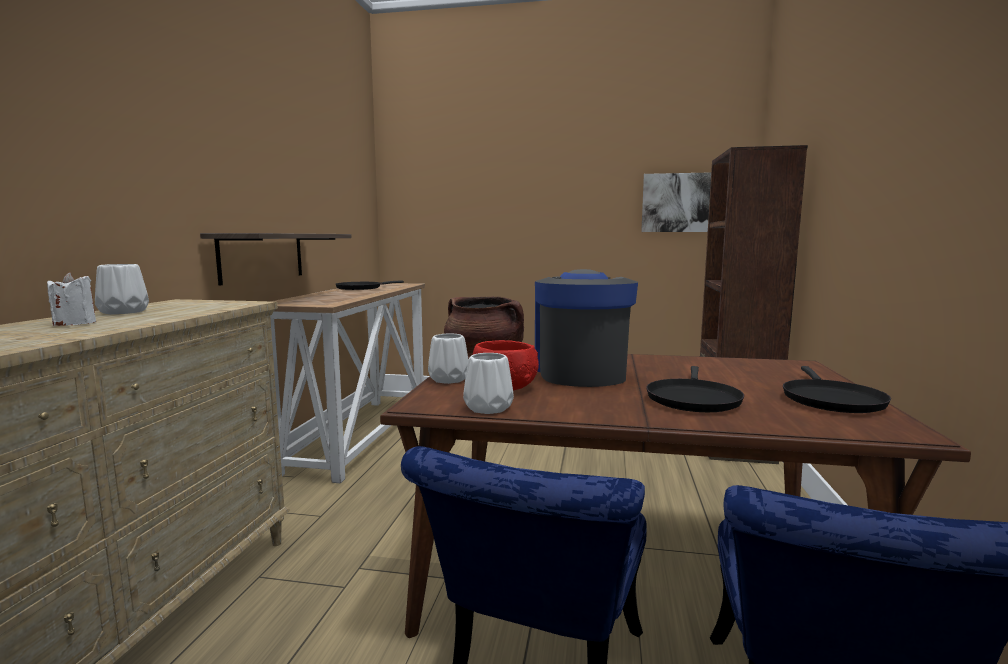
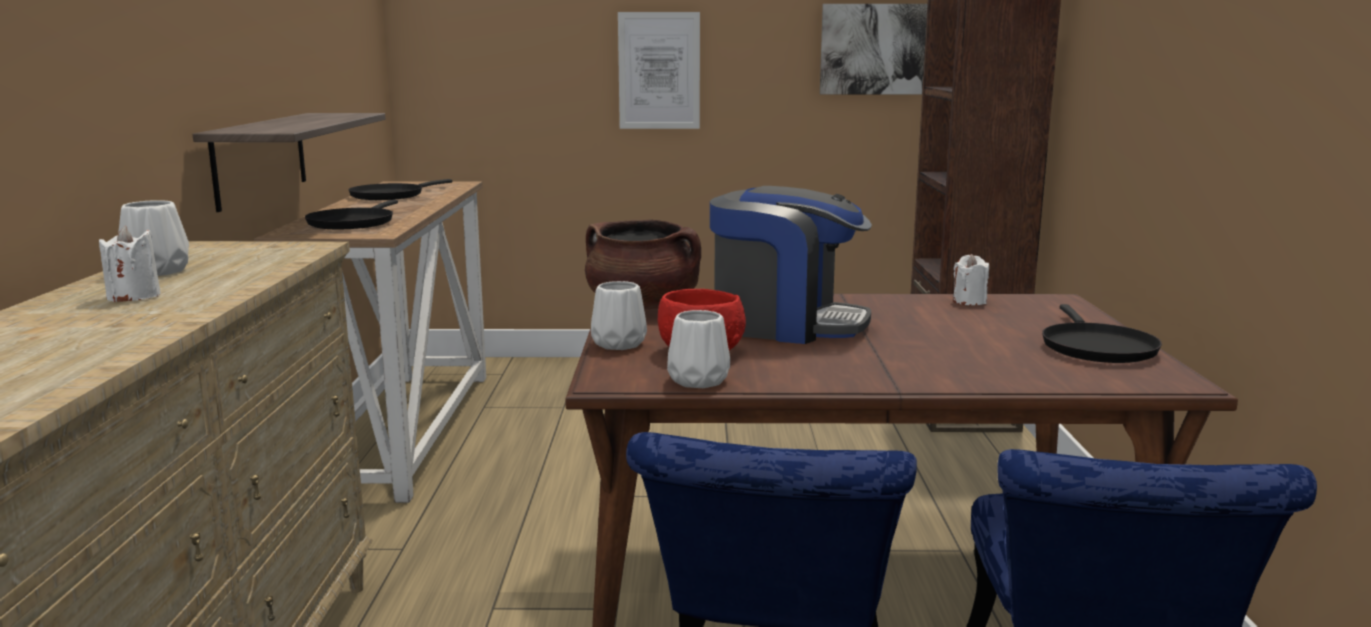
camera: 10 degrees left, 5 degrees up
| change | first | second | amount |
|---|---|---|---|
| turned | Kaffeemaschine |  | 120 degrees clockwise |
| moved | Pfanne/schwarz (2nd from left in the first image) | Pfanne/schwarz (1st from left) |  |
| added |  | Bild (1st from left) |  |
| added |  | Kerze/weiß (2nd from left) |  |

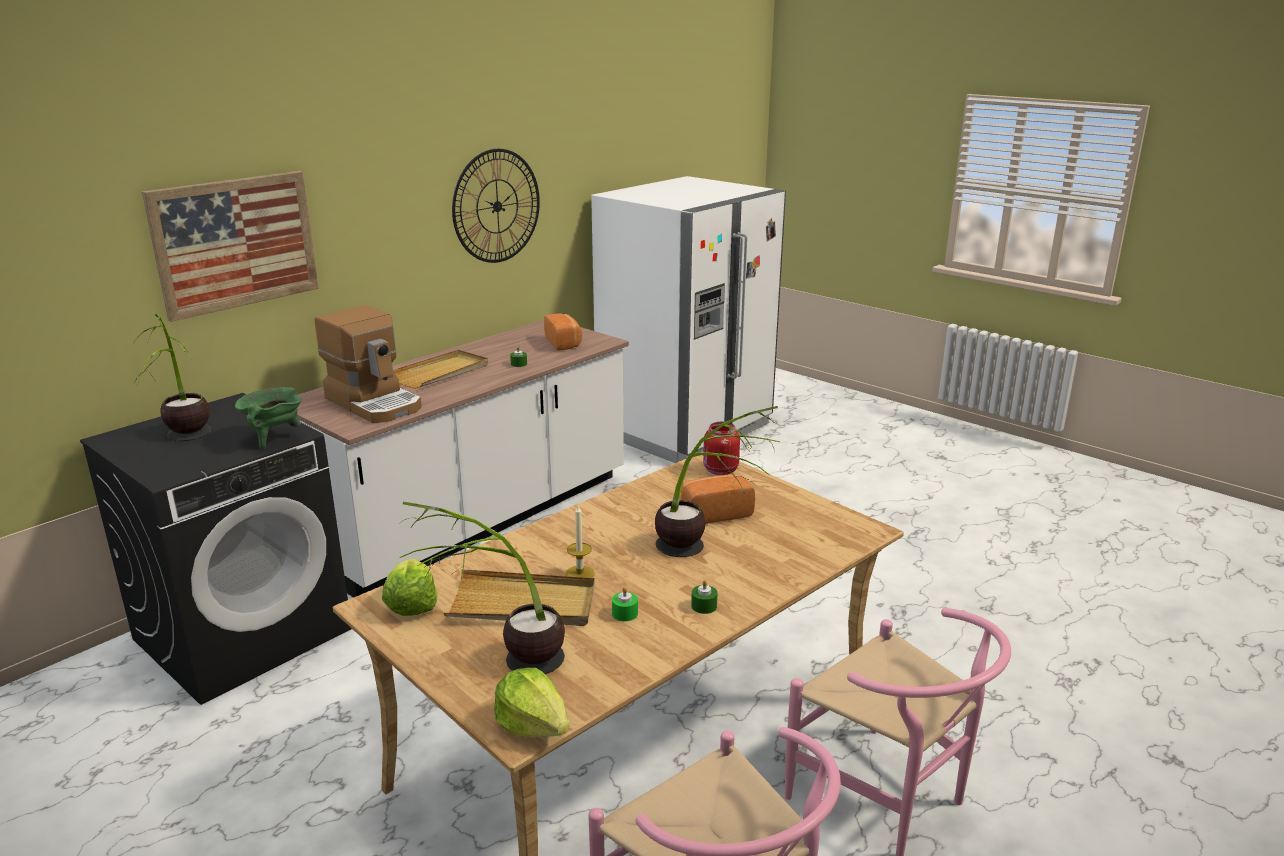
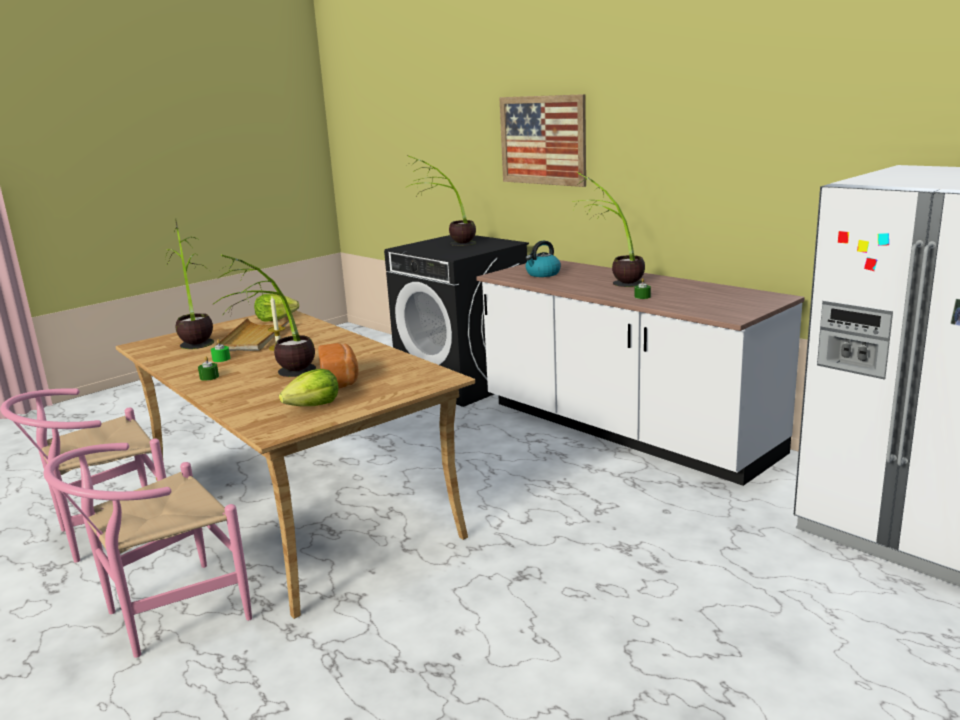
camera: 95 degrees right, 5 degrees down
| change | first | second | amount |
|---|---|---|---|
| removed | Kochtopf/grün |  |  |
| replaced | Kaffeemaschine | Wasserkessel |  |
| replaced | Tablett/beige (1st from left) | Topfpflanze (4th from left) |  |
| removed | Wanduhr |  |  |
| moved | Salatkopf (2nd from left) |  |  |
| removed | Brot (1st from left) |  |  |
| removed | Vorratsglas/rot |  |  |

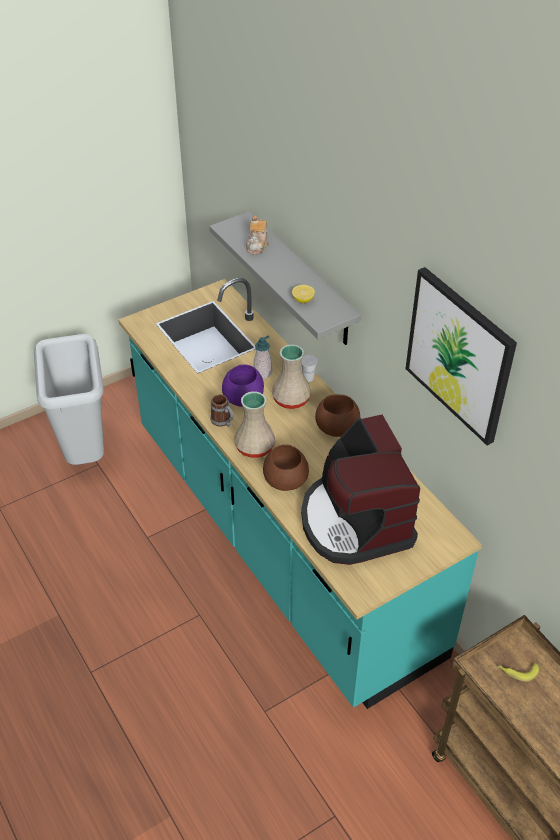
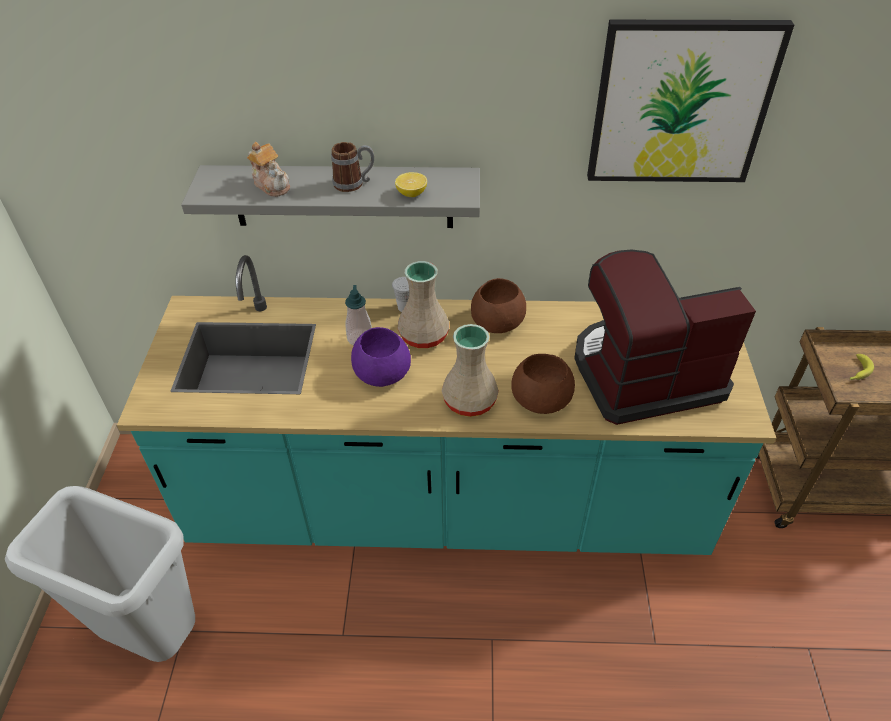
camera: 55 degrees left, 0 degrees up
| change | first | second | amount |
|---|---|---|---|
| moved | Henkelbecher |  |  |
| turned | Kaffeemaschine |  | 150 degrees clockwise |

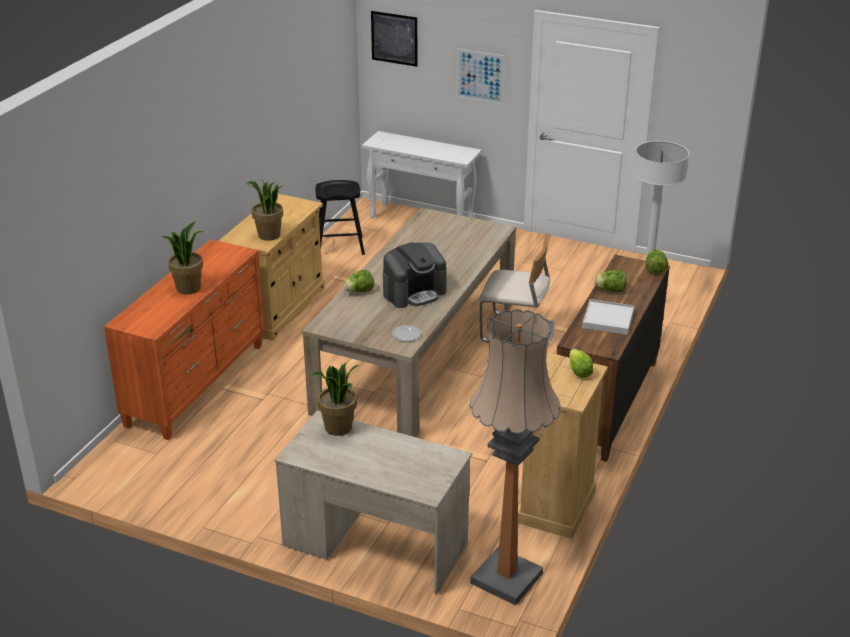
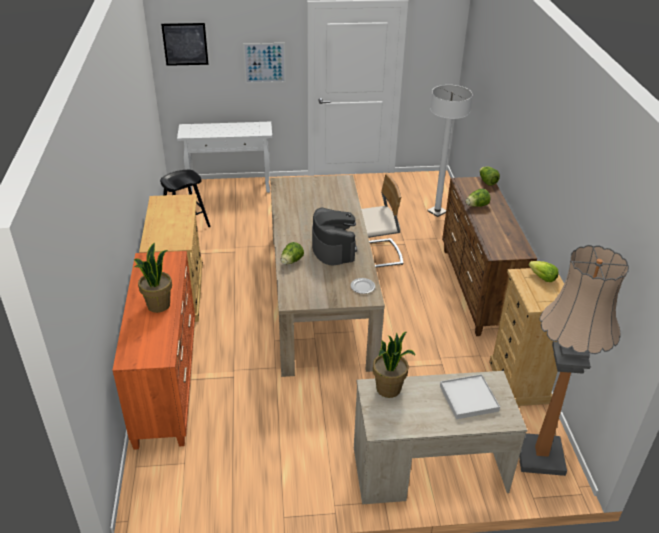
camera: 30 degrees left, 5 degrees up
| change | first | second | amount |
|---|---|---|---|
| removed | Topfpflanze (2nd from left) |  |  |
| turned | Kaffeemaschine |  | 45 degrees counterclockwise |
| moved | Tablett/weiß |  |  |

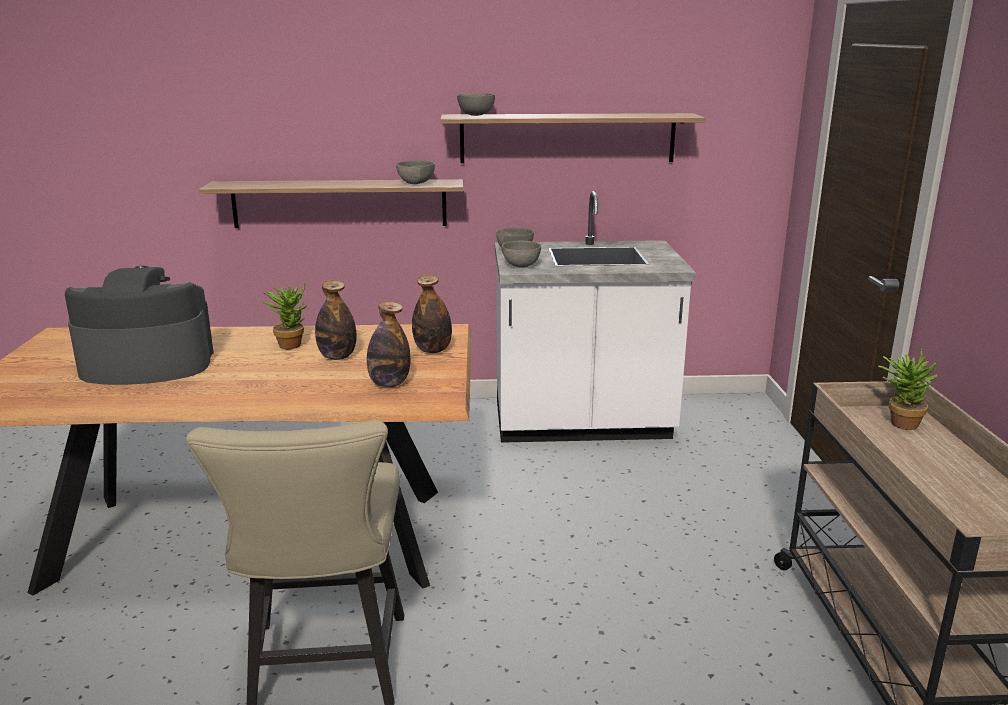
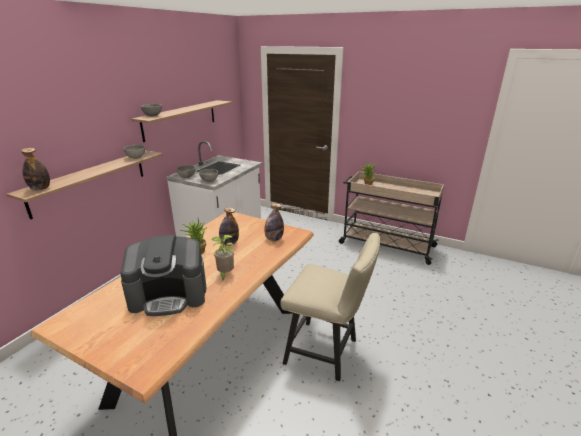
camera: 60 degrees left, 5 degrees up
| change | first | second | amount |
|---|---|---|---|
| turned | Kaffeemaschine |  | 120 degrees counterclockwise |
| moved | Flasche (3rd from left in the first image) | Flasche (1st from left) |  |
| added |  | Topfpflanze (2nd from left) |  |

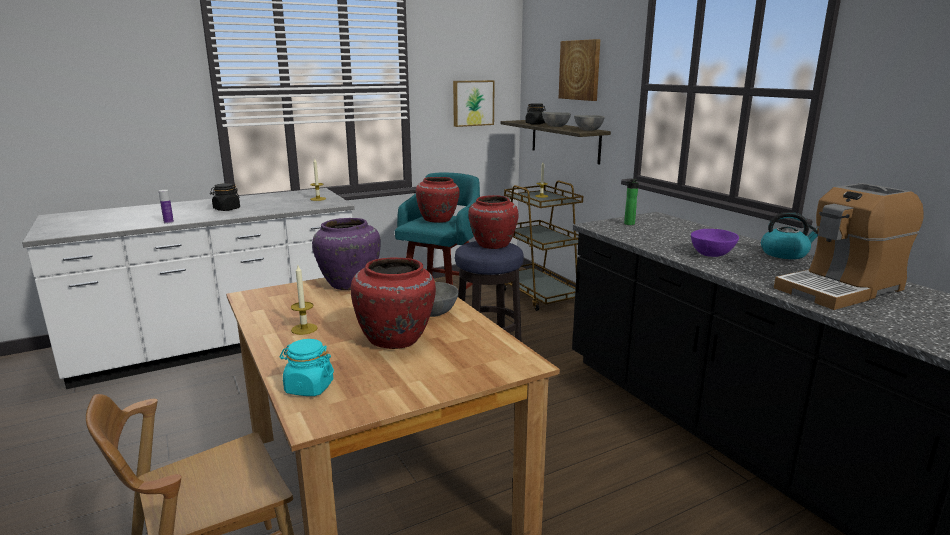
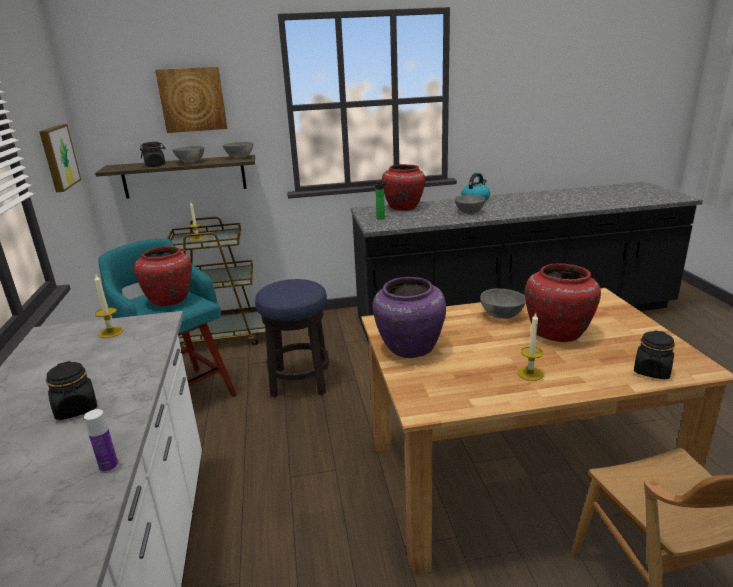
camera: 70 degrees left, 5 degrees up
| change | first | second | amount |
|---|---|---|---|
| recoloured | Vorratsglas/türkis | Vorratsglas/schwarz (3rd from left) |  |
| moved | Vase/rot (3rd from left in the first image) | Vase/rot (2nd from left) |  |
| recoloured | Schüssel/lila | Schüssel/grau (3rd from left) |  |
| removed | Kaffeemaschine |  |  |

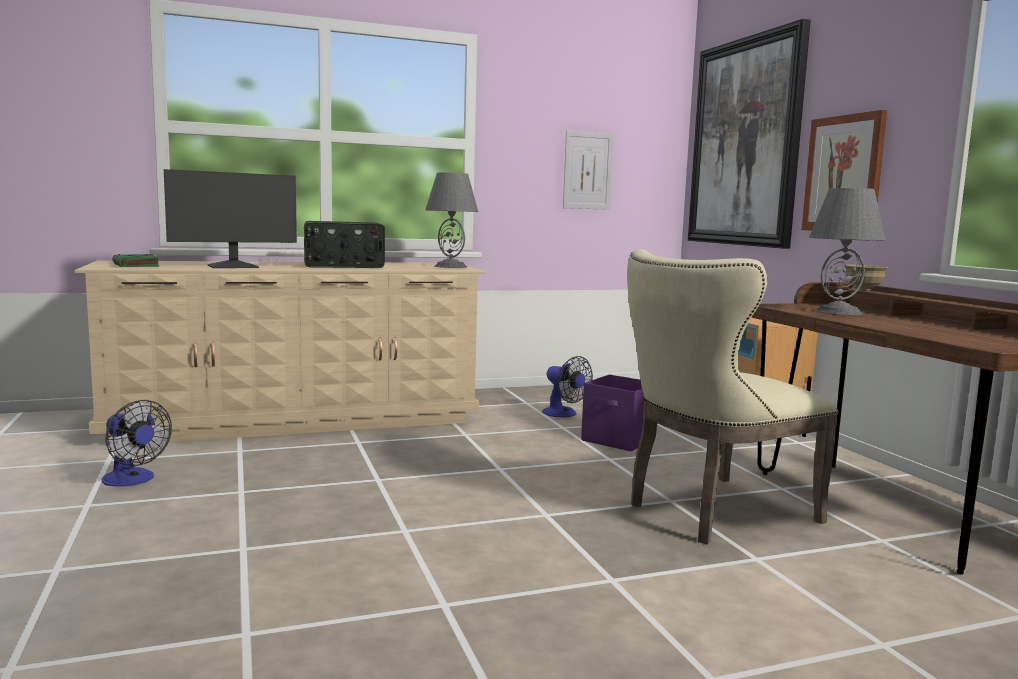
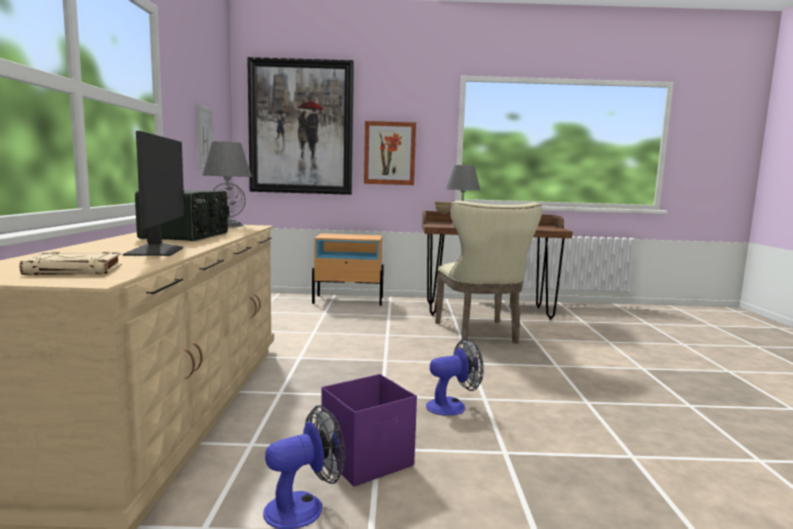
camera: 70 degrees left, 0 degrees up
| change | first | second | amount |
|---|---|---|---|
| recoloured | Buch/grün | Buch/beige |  |
| moved | Ventilator (2nd from left) |  |  |
| moved | Aufbewahrungsbox/lila |  |  |

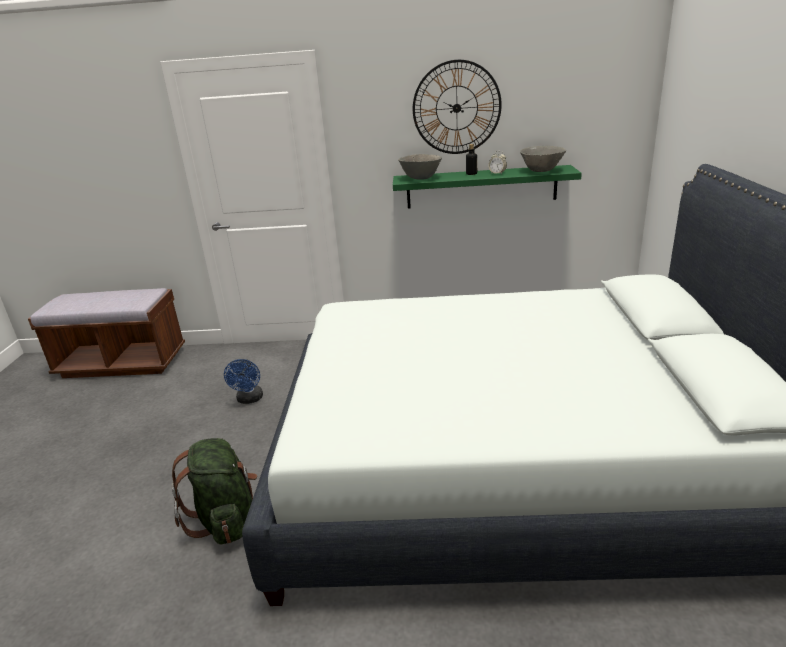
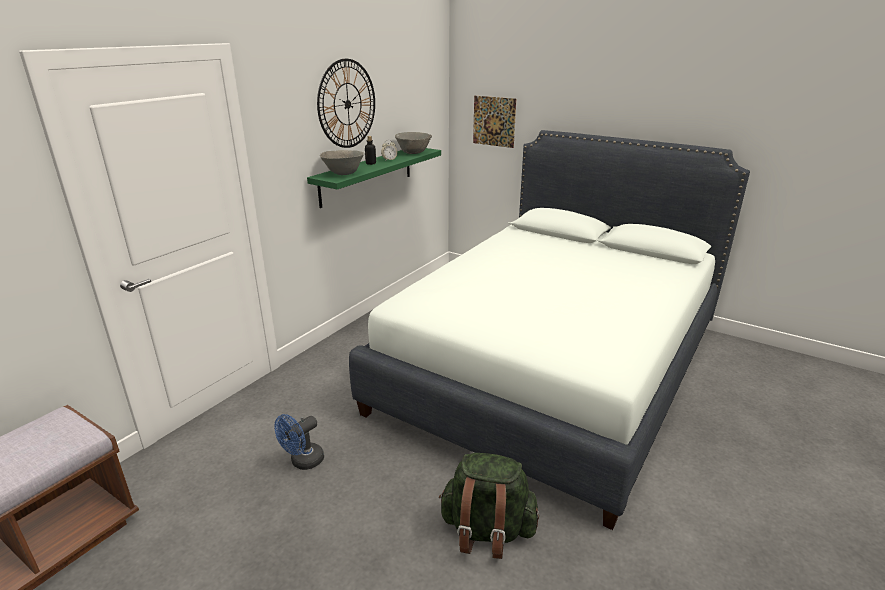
camera: 60 degrees left, 0 degrees up
| change | first | second | amount |
|---|---|---|---|
| turned | Ventilator/blau |  | 105 degrees clockwise |
| added |  | Bild |  |

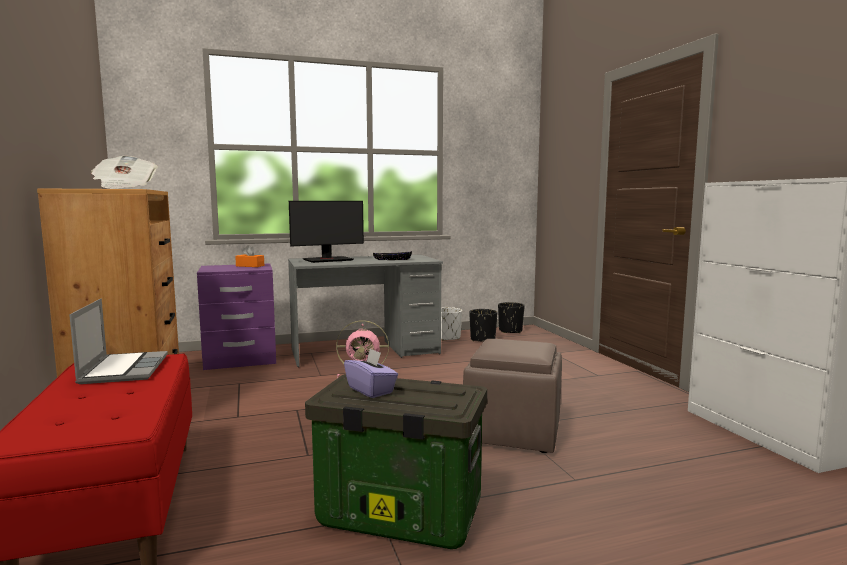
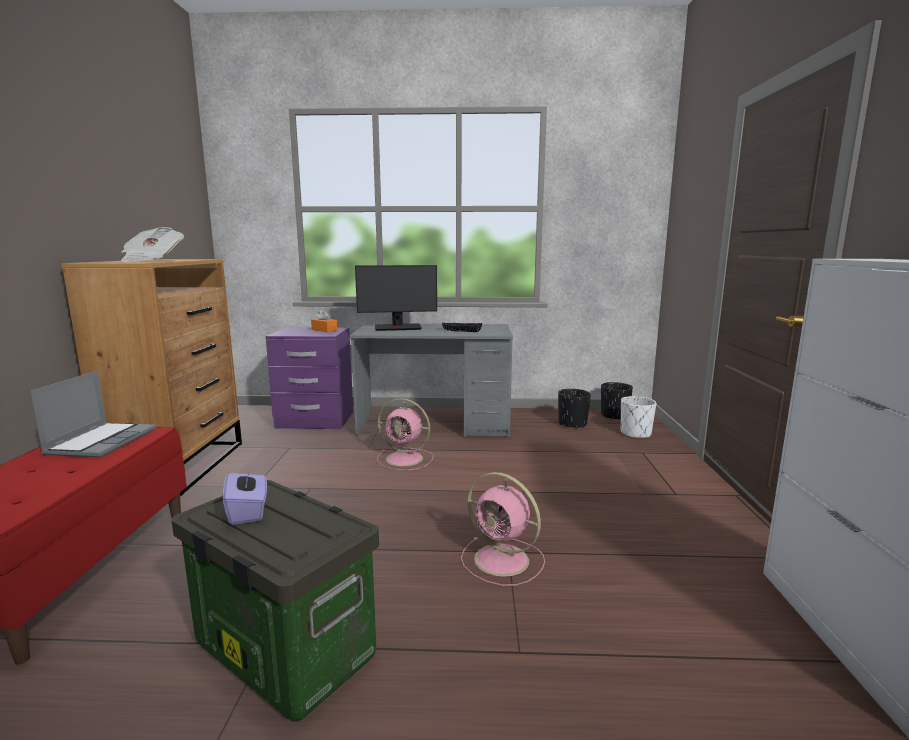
camera: 20 degrees right, 5 degrees up
| change | first | second | amount |
|---|---|---|---|
| moved | Pflanzkübel/weiß |  |  |
| replaced | Polsterhocker/braun | Ventilator/rosa (2nd from left) |  |

